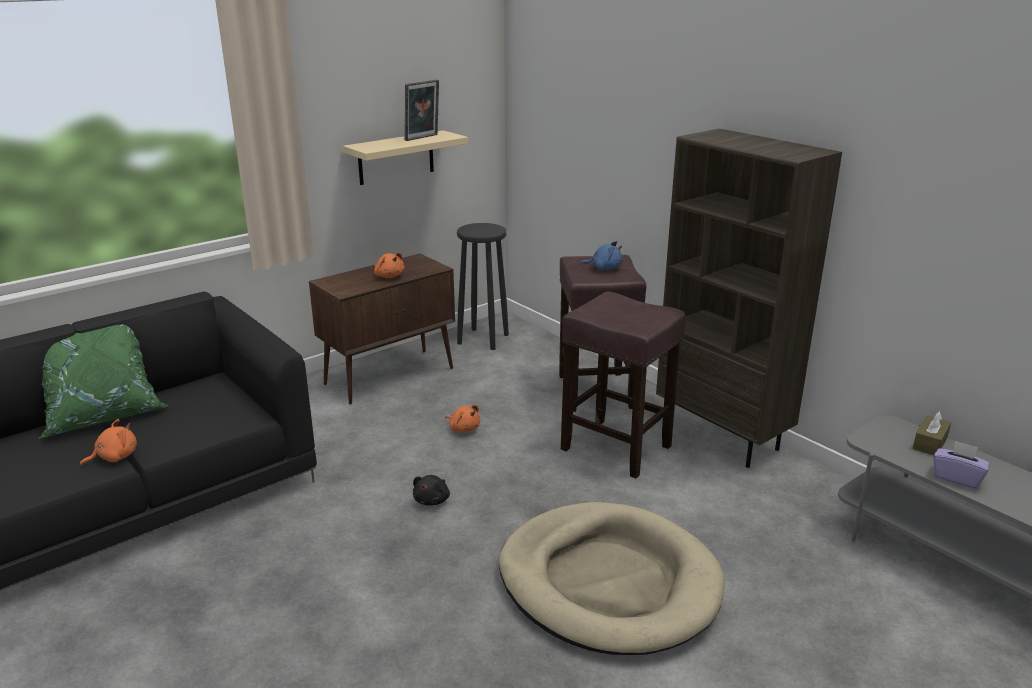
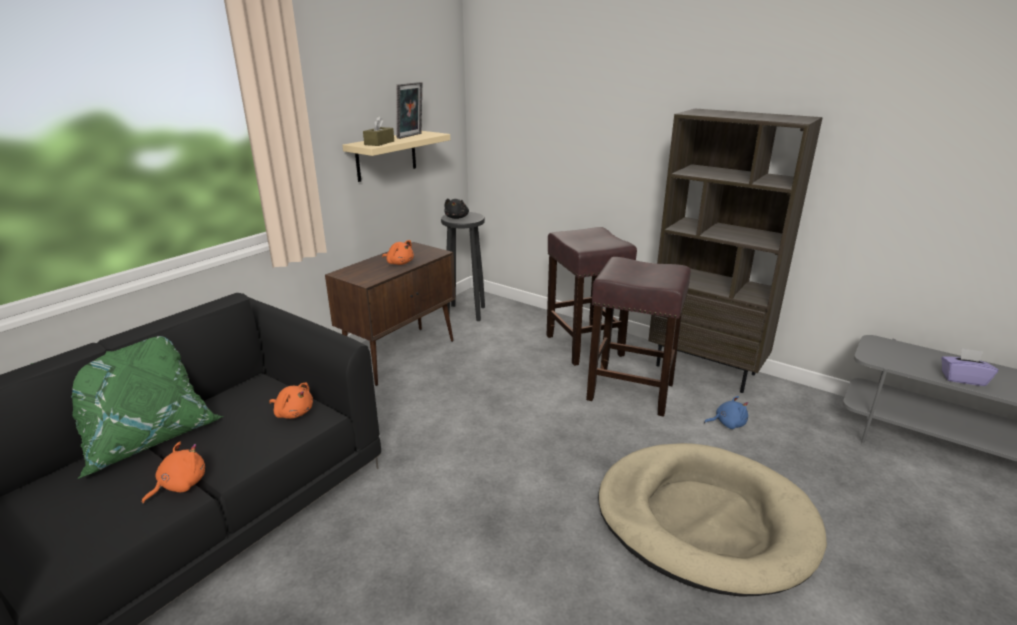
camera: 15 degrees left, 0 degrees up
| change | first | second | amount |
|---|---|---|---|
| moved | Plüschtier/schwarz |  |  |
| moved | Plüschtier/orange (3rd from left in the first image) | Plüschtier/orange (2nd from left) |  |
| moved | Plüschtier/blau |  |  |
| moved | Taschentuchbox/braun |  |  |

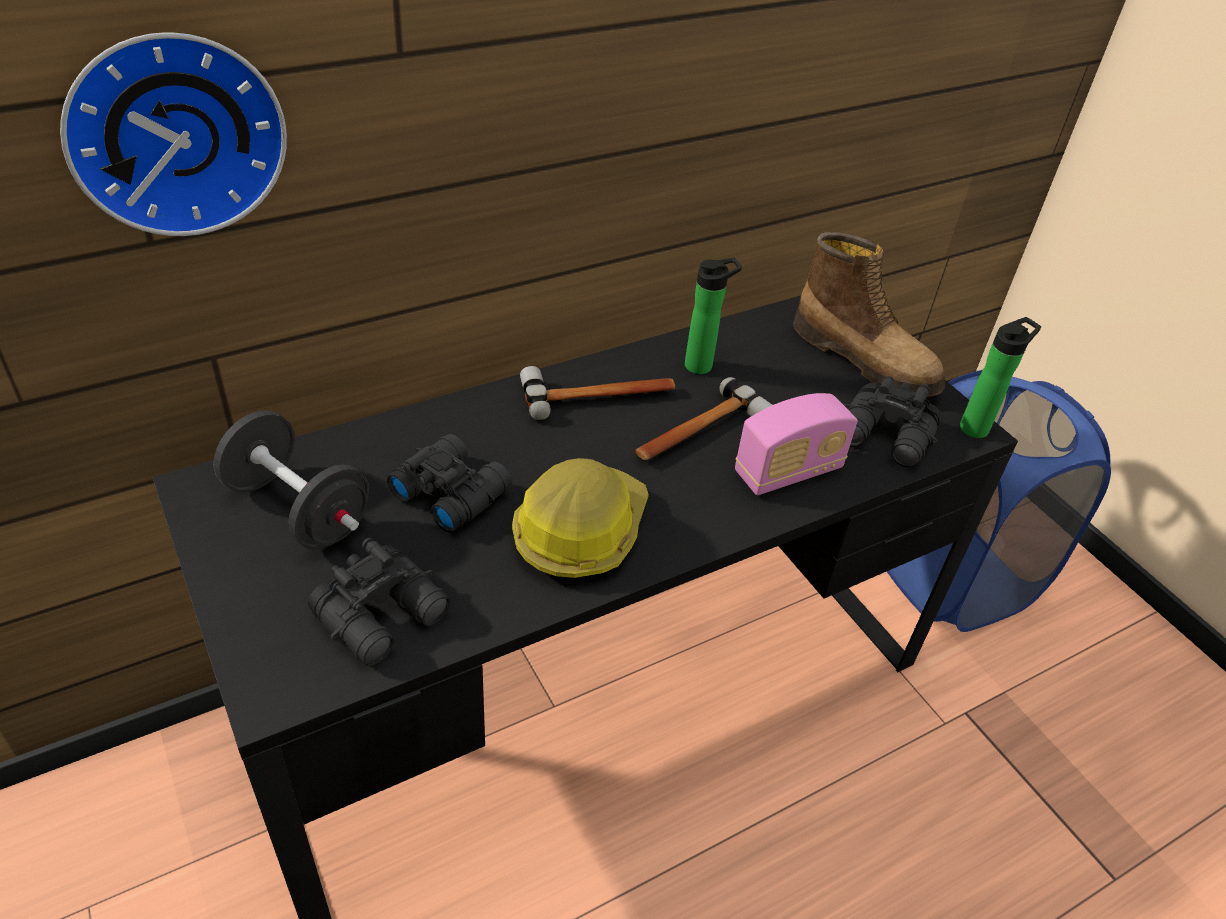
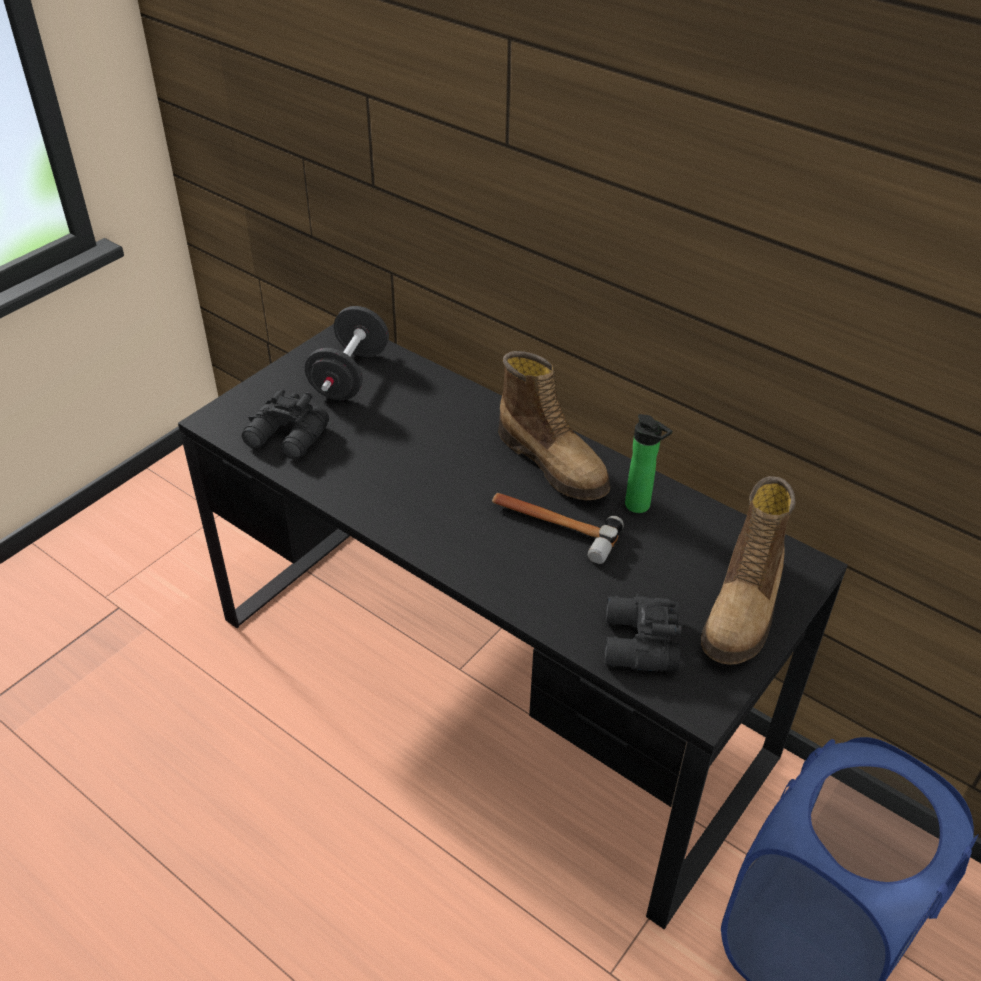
camera: 70 degrees right, 0 degrees up
| change | first | second | amount |
|---|---|---|---|
| removed | Wanduhr |  |  |
| removed | Fernglas/schwarz (2nd from left) |  |  |
| removed | Schutzhelm |  |  |
| replaced | Hammer (1st from left) | Stiefel (1st from left) |  |
| removed | Radio |  |  |
| removed | Flasche (2nd from left) |  |  |

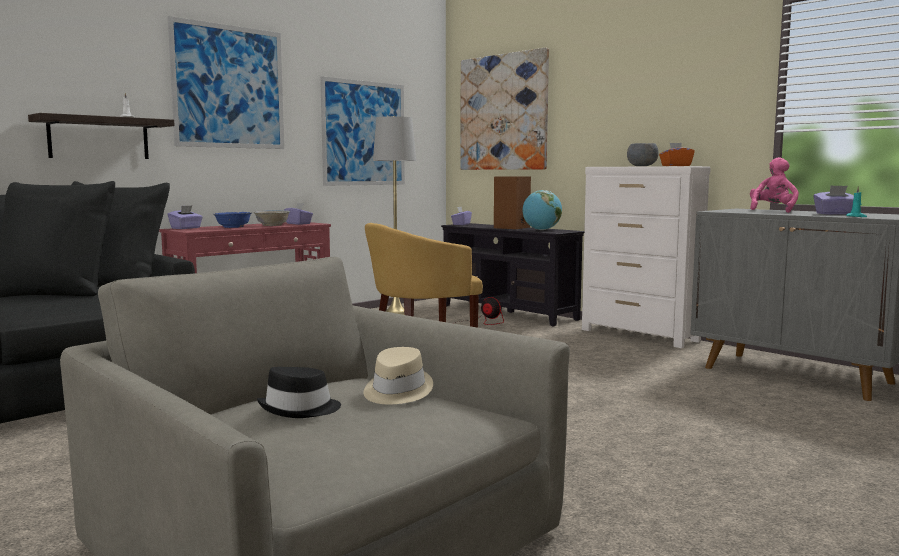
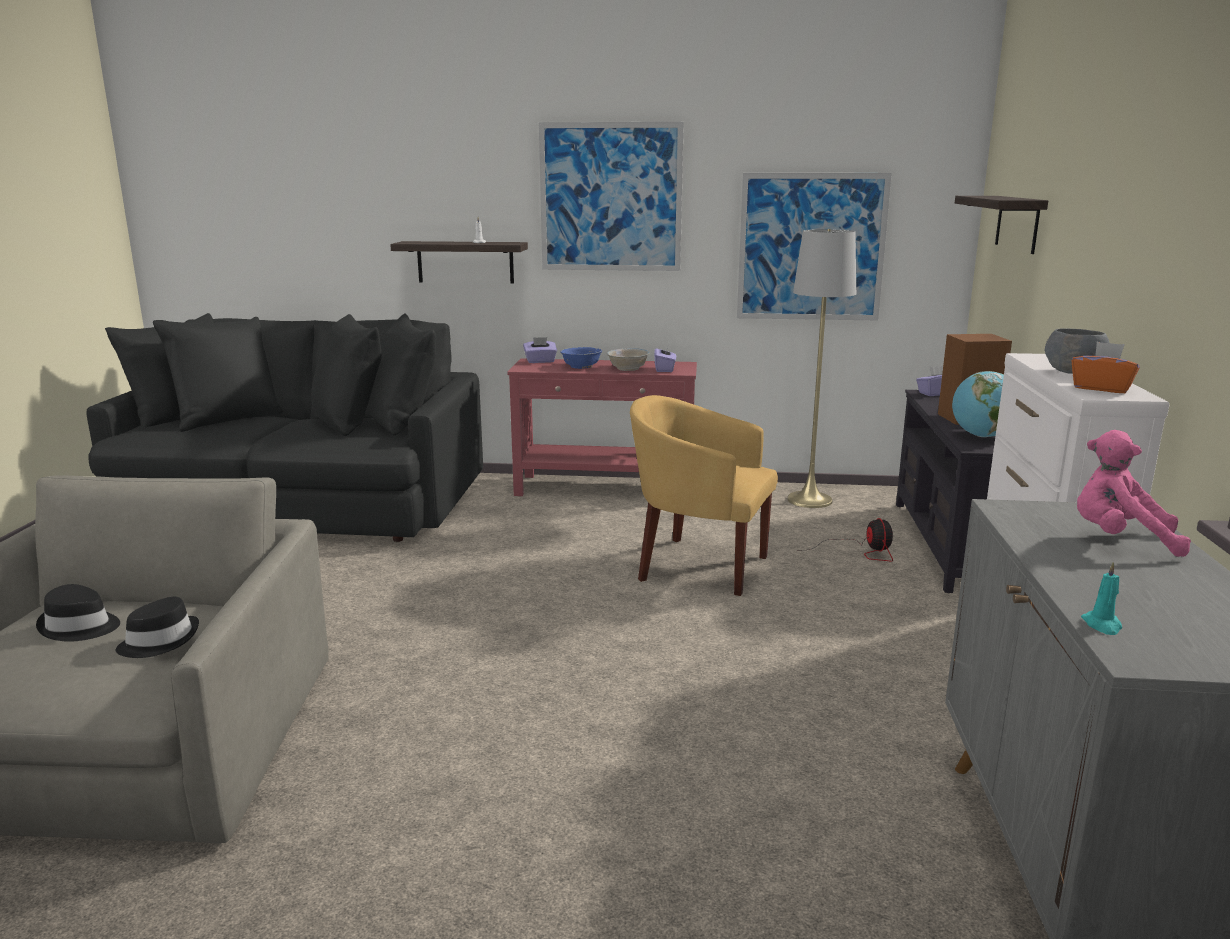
camera: 50 degrees right, 10 degrees up
| change | first | second | amount |
|---|---|---|---|
| recoloured | Hut/beige | Hut/schwarz (2nd from left) |  |
| replaced | Bild (3rd from left) | Wandregal (2nd from left) |  |
| turned | Plüschtier/rosa |  | 150 degrees counterclockwise |
| removed | Taschentuchbox/lila (4th from left) |  |  |

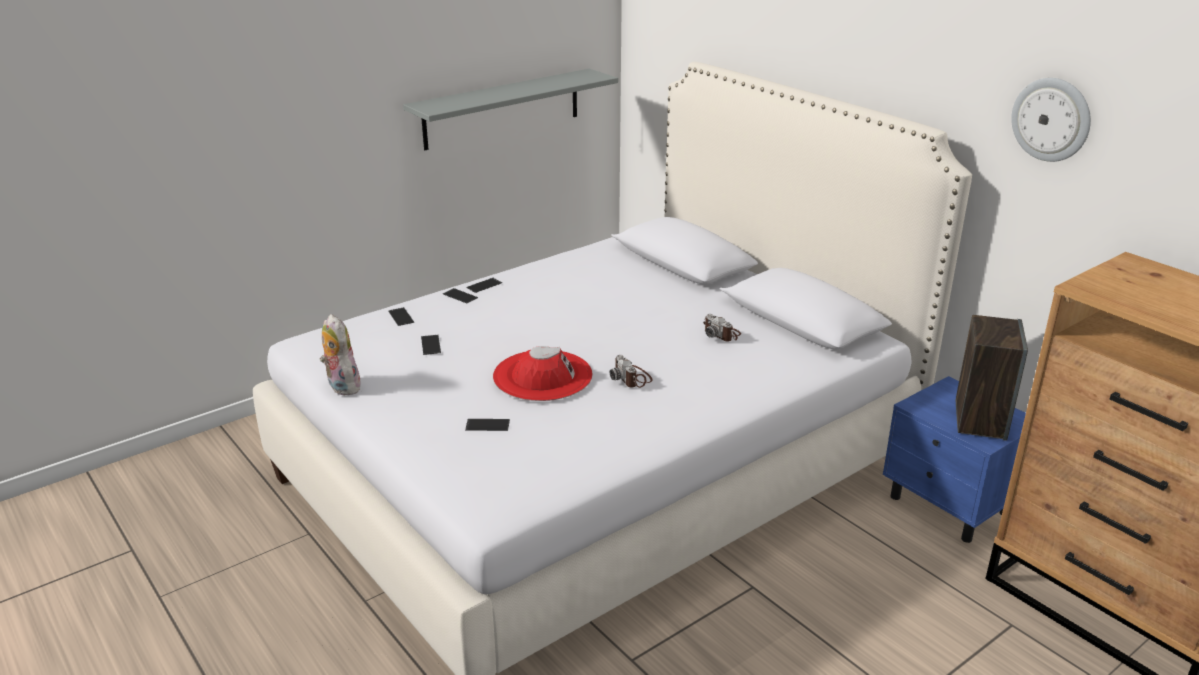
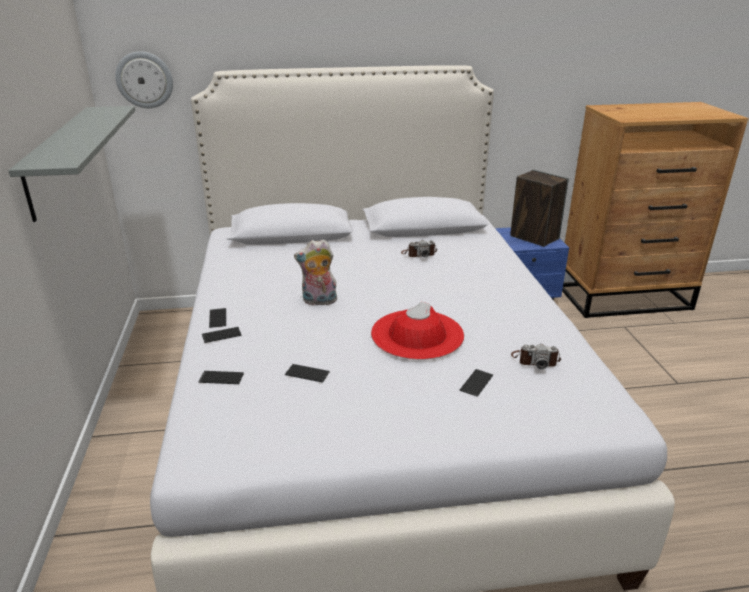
camera: 60 degrees left, 0 degrees up
| change | first | second | amount |
|---|---|---|---|
| moved | Plüschtier |  |  |
| moved | Kamera (1st from left in the first image) | Kamera (2nd from left) |  |
| moved | Wanduhr |  |  |

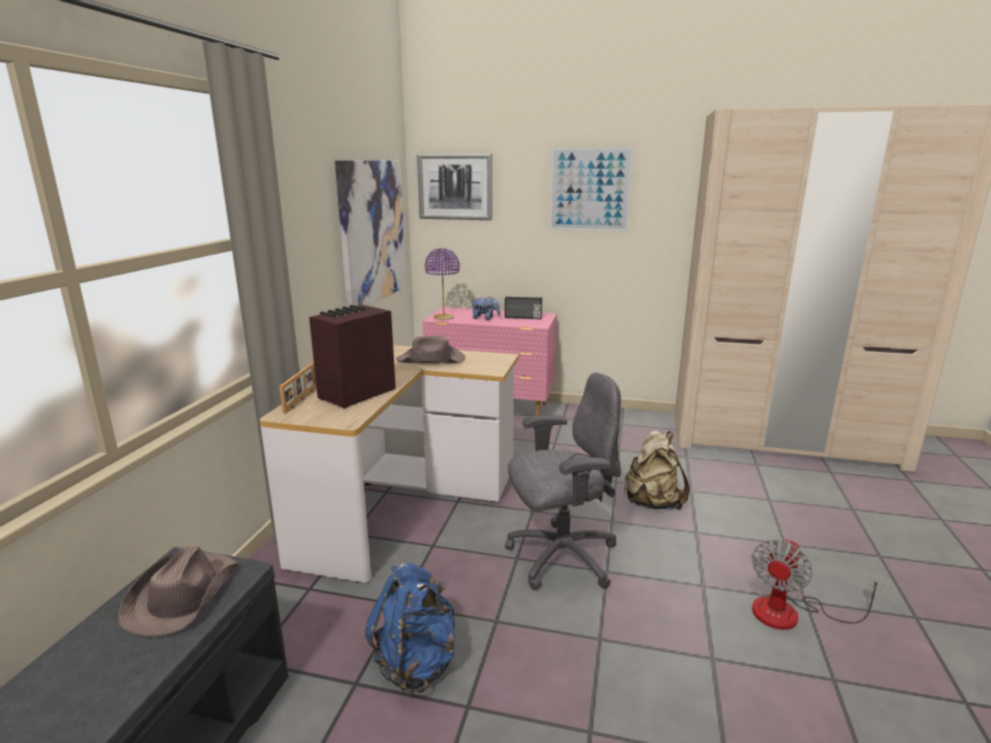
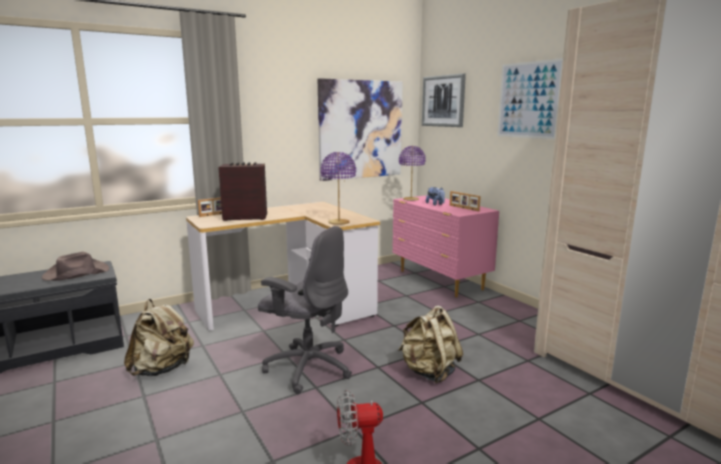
camera: 45 degrees right, 5 degrees down
| change | first | second | amount |
|---|---|---|---|
| recoloured | Rucksack/blau | Rucksack/beige (1st from left) |  |
| removed | Hut/braun (2nd from left) |  |  |
| replaced | Radio (2nd from left) | Bilderrahmen (2nd from left) |  |
| added |  | Tischlampe/lila (1st from left) |  |

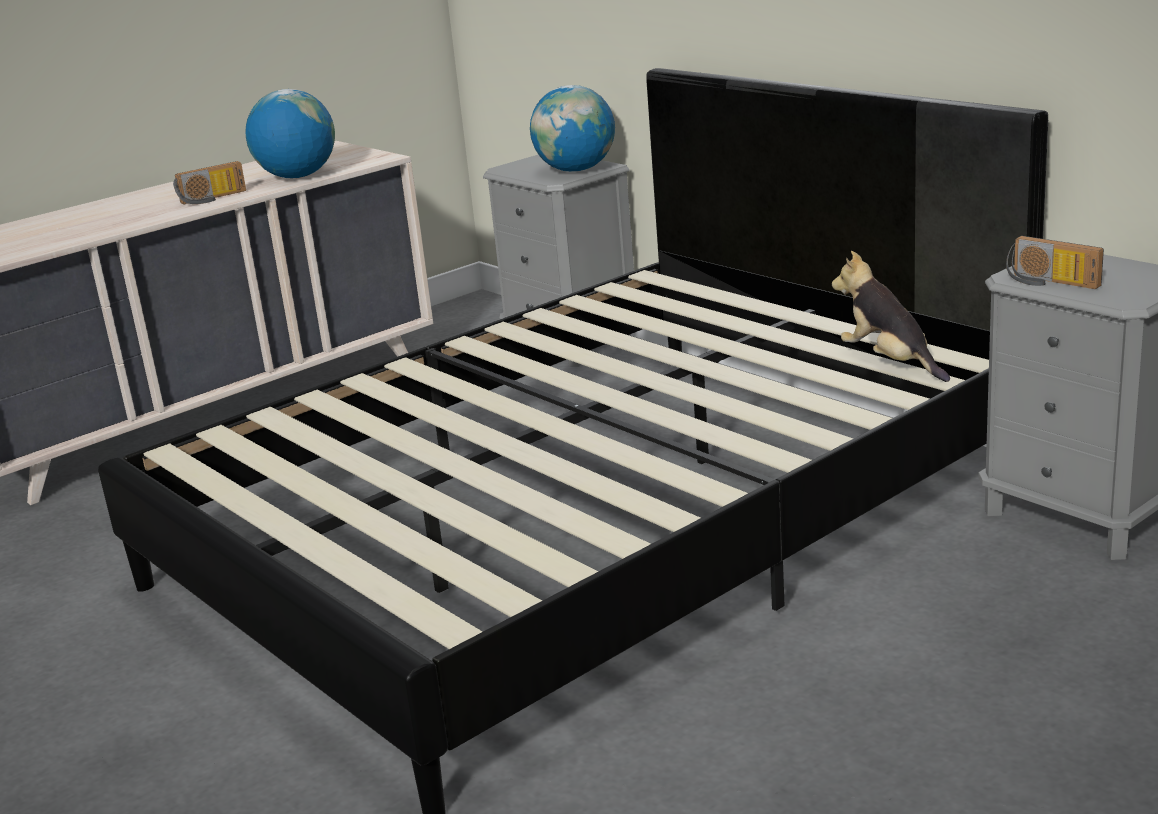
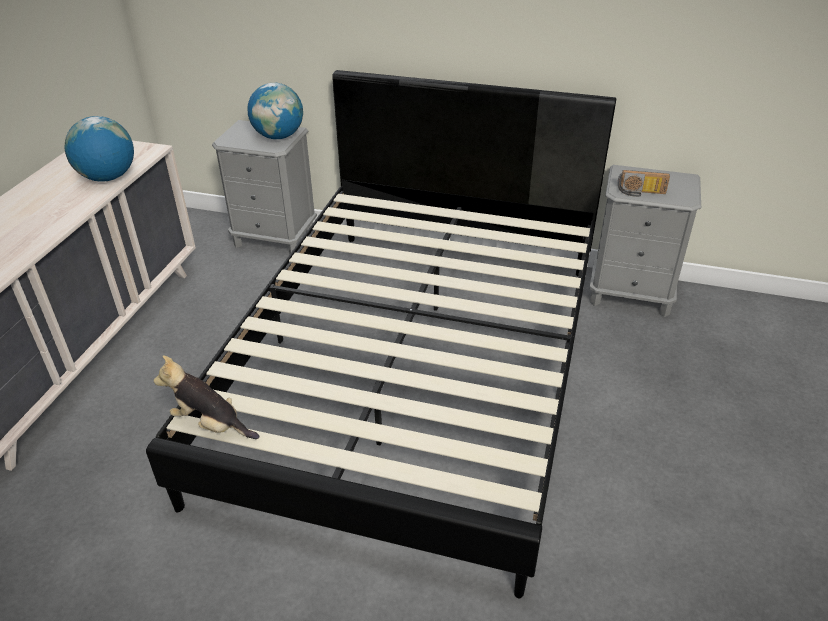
camera: 35 degrees left, 15 degrees up
| change | first | second | amount |
|---|---|---|---|
| removed | Radio (1st from left) |  |  |
| moved | Plüschtier |  |  |

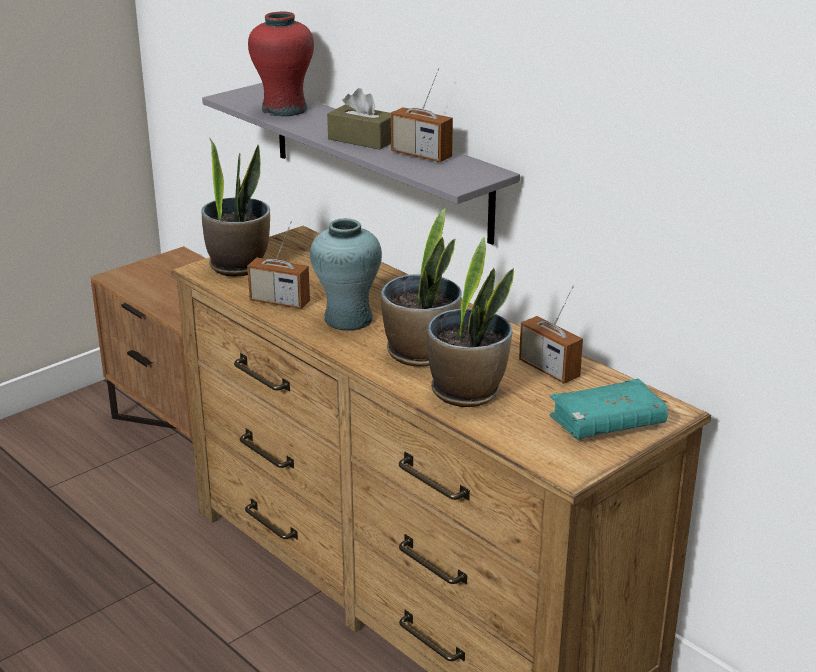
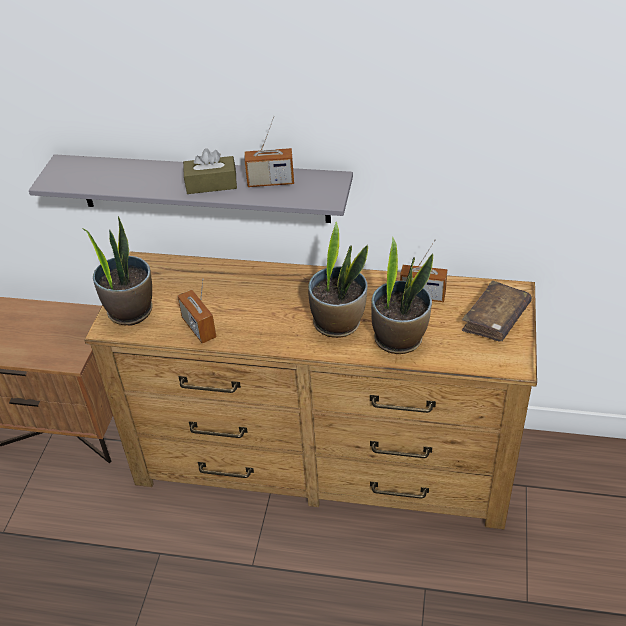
camera: 35 degrees left, 15 degrees up
| change | first | second | amount |
|---|---|---|---|
| turned | Radio (1st from left) |  | 75 degrees clockwise |
| removed | Vase/rot |  |  |
| removed | Vase/türkis |  |  |
| recoloured | Buch/türkis | Buch/braun |  |

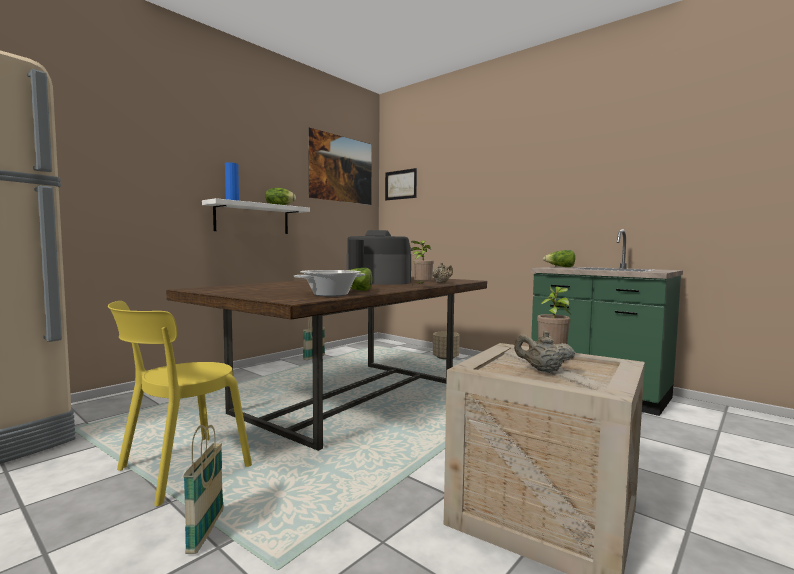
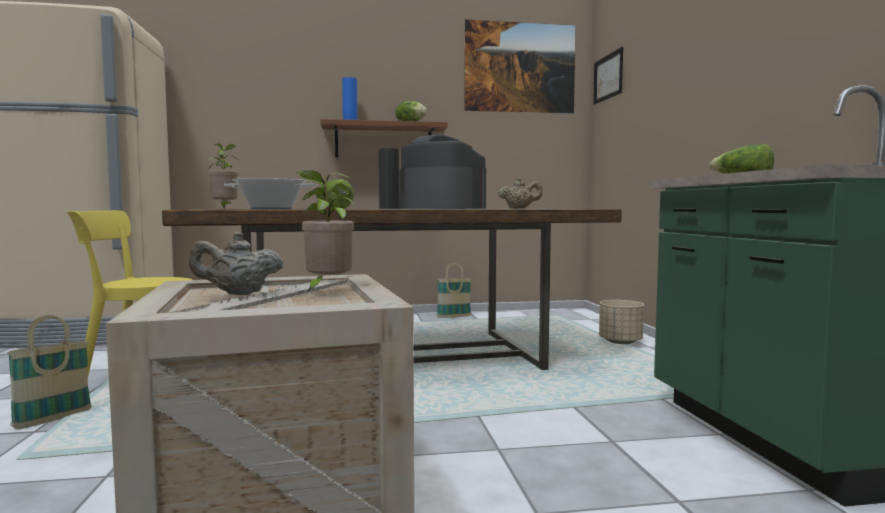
camera: 40 degrees right, 0 degrees up
| change | first | second | amount |
|---|---|---|---|
| recoloured | Wandregal/weiß | Wandregal/braun |  |
| moved | Topfpflanze (1st from left) |  |  |
| turned | Teekanne/beige (2nd from left in the first image) | Teekanne/beige (1st from left) | 75 degrees counterclockwise |

